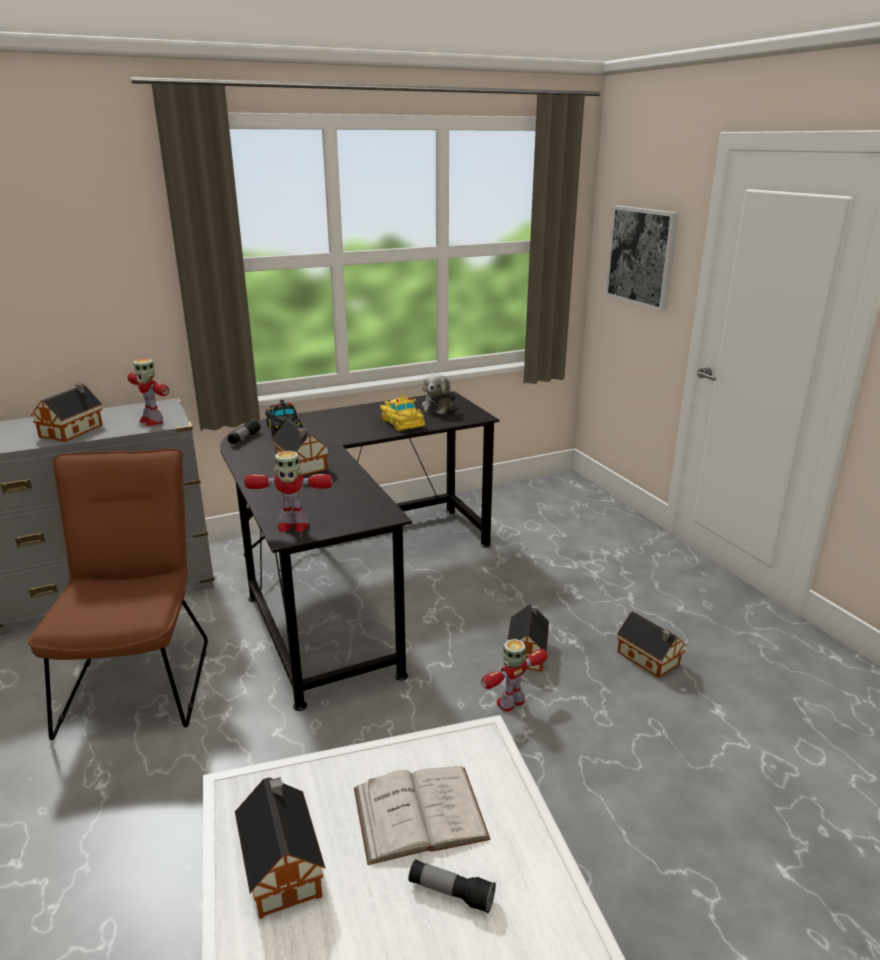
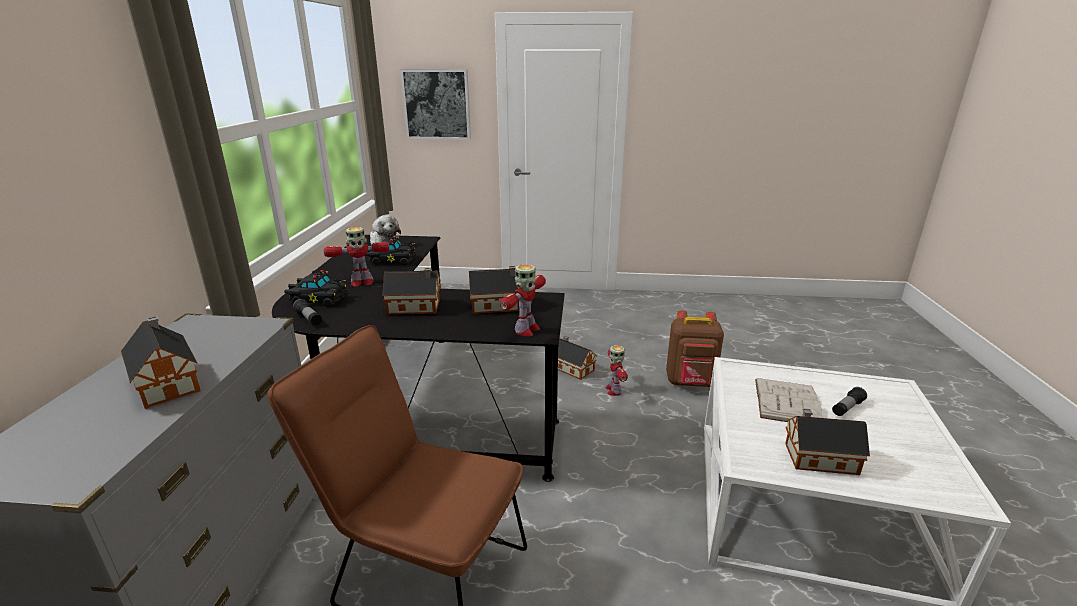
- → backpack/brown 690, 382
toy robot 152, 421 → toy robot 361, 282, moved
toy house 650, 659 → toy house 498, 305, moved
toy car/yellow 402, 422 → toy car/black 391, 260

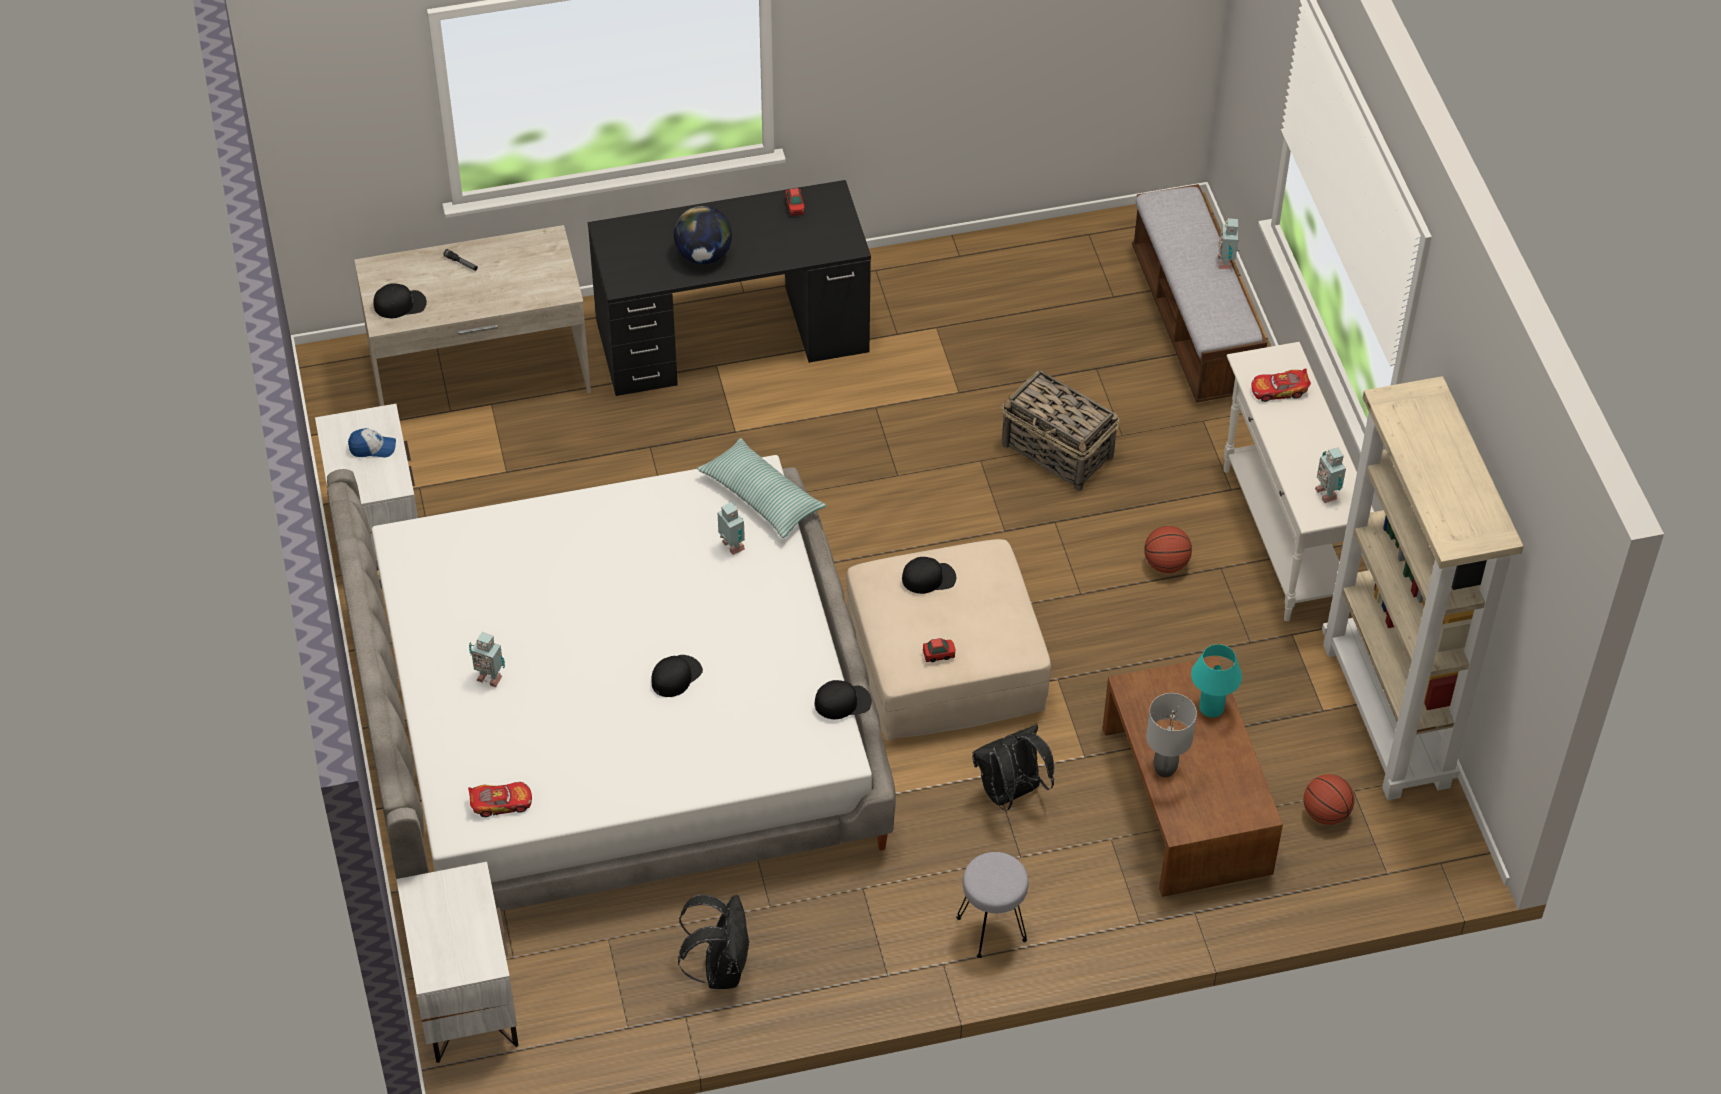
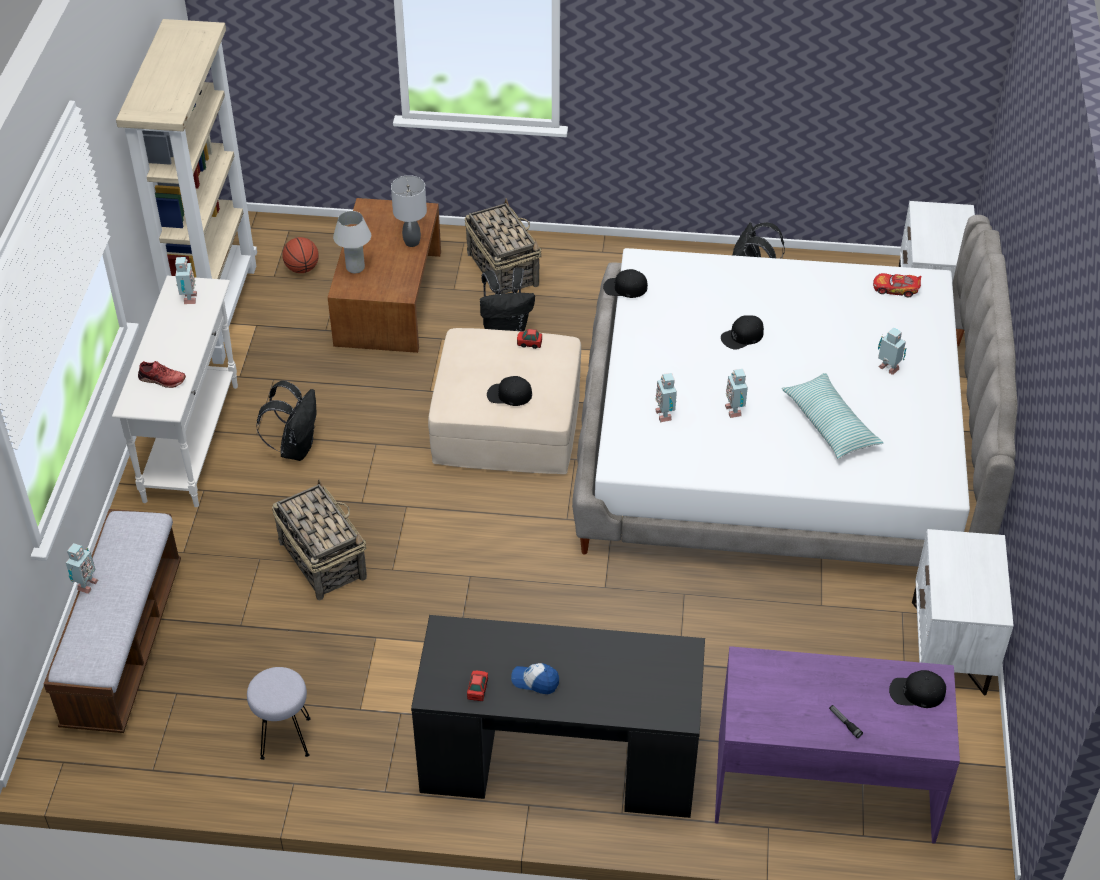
globe 703, 255 → -
- → basket 502, 268
- → toy robot 734, 410
cap 372, 448 → cap 535, 681, moved
pillow 761, 496 → pillow 830, 424, moved
stool/grey 992, 928 → stool/grey 284, 738, moved
basketball 1166, 564 → backpack/black 296, 448
toy car 1279, 390 → shoe/red 161, 380
desk/beige 480, 375 → desk/purple 824, 785
table lamp/turquoise 1211, 708 → table lamp/white 355, 268

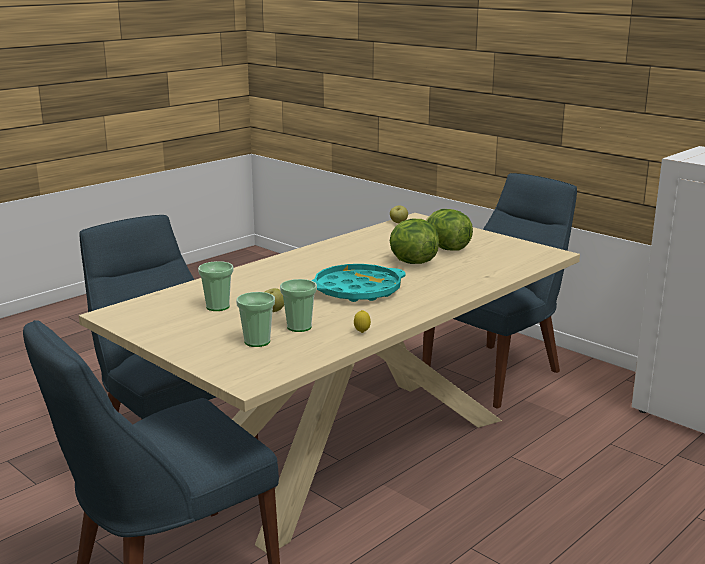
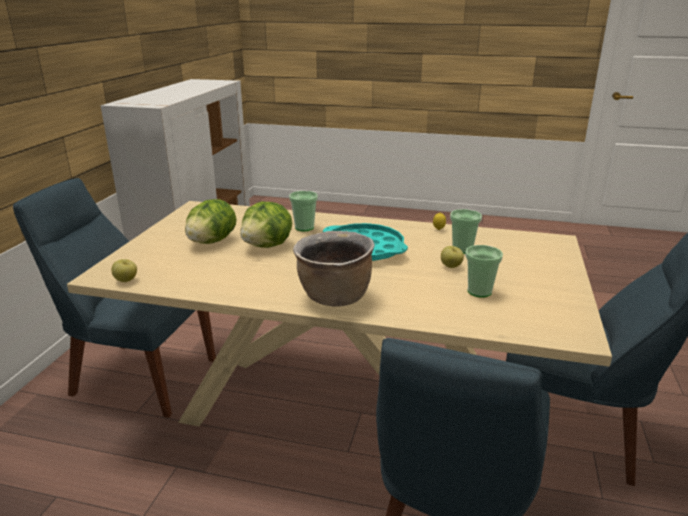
- → cooking pot/brown 334, 297
cup 257, 341 → cup 304, 227, moved

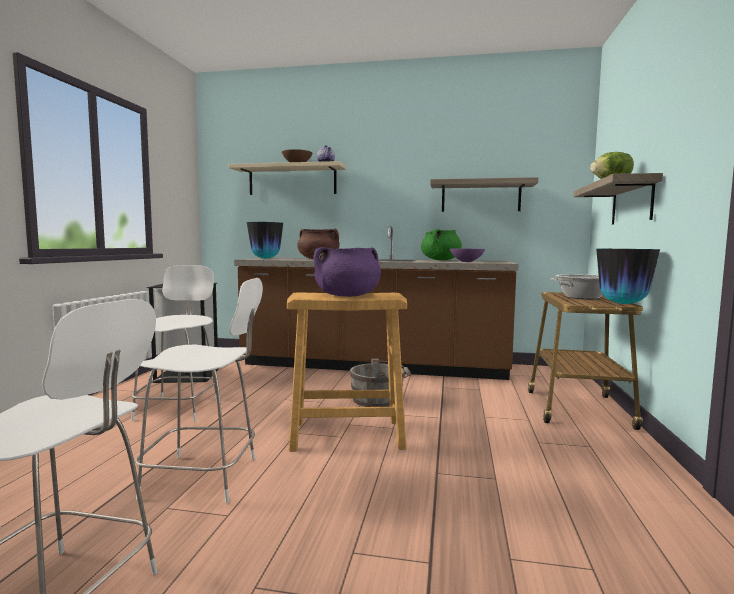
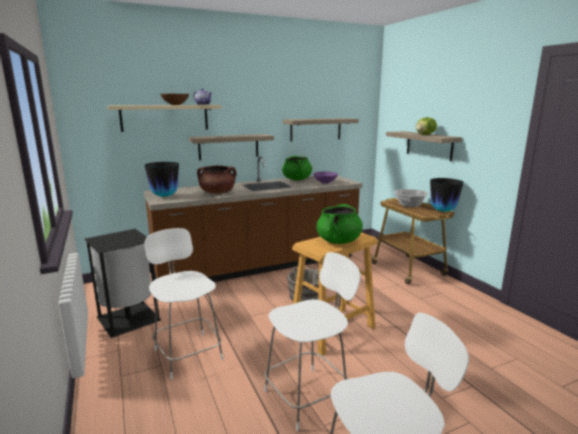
- → shelf 228, 147
cooking pot/purple 347, 296 → cooking pot/green 338, 241

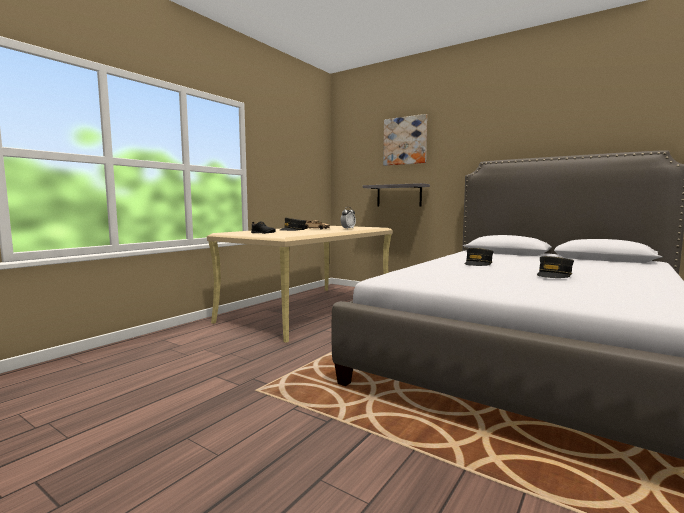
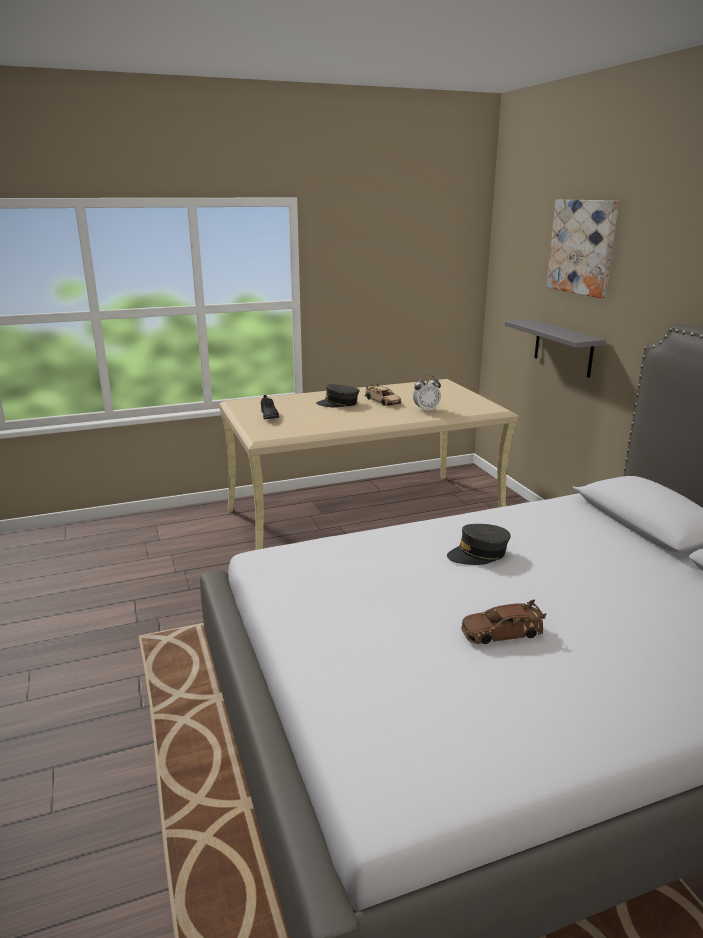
cap/grey 554, 275 → toy car/brown 502, 632

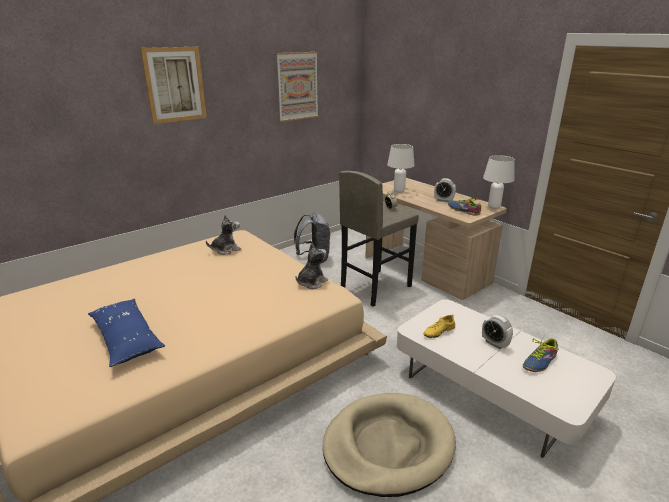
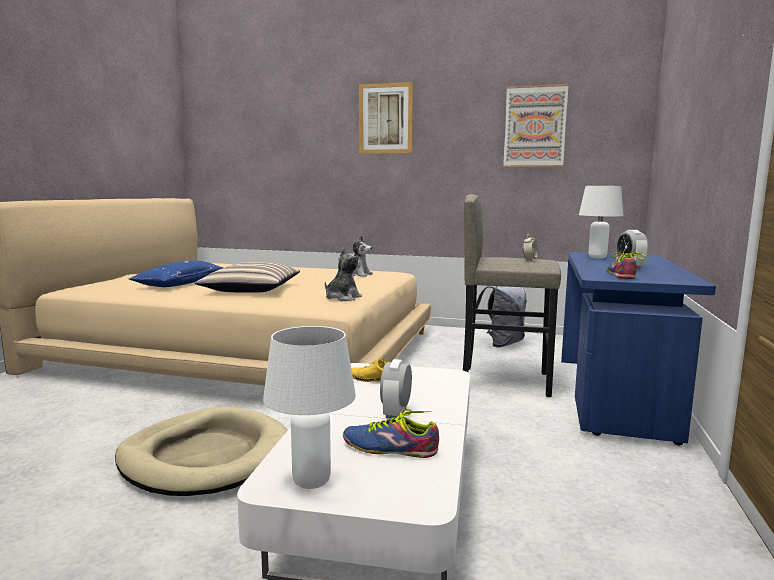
- → pillow 251, 289
table lamp/white 494, 207 → table lamp/white 311, 482, moved
desk/beige 426, 270 → desk/blue 616, 396
plush toy 311, 283 → plush toy 342, 298, 60 degrees counterclockwise

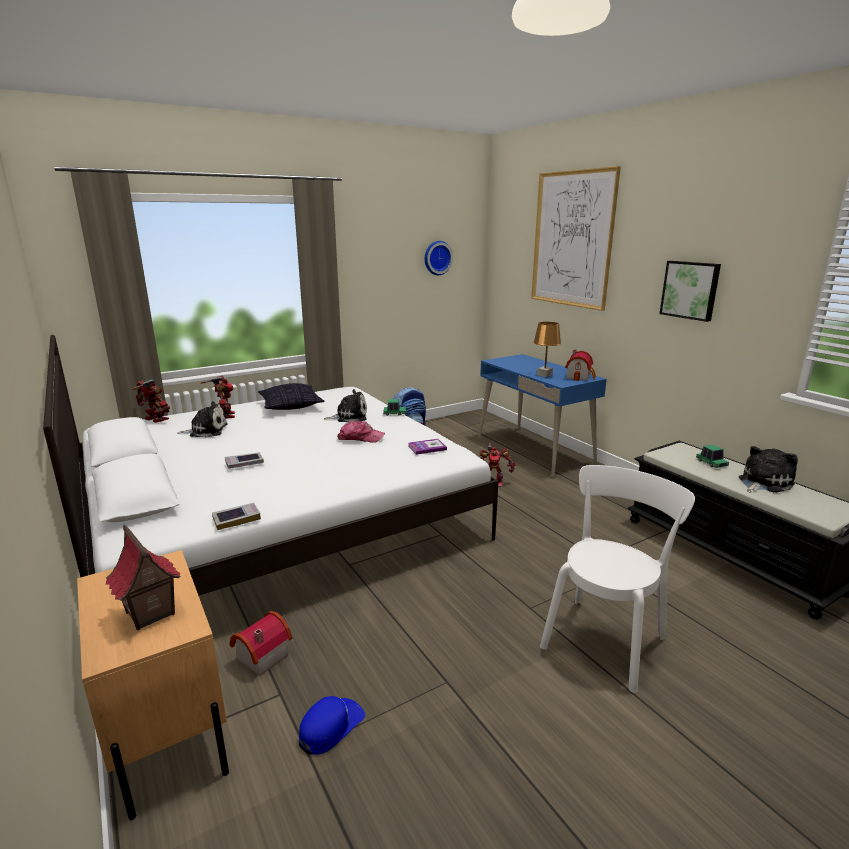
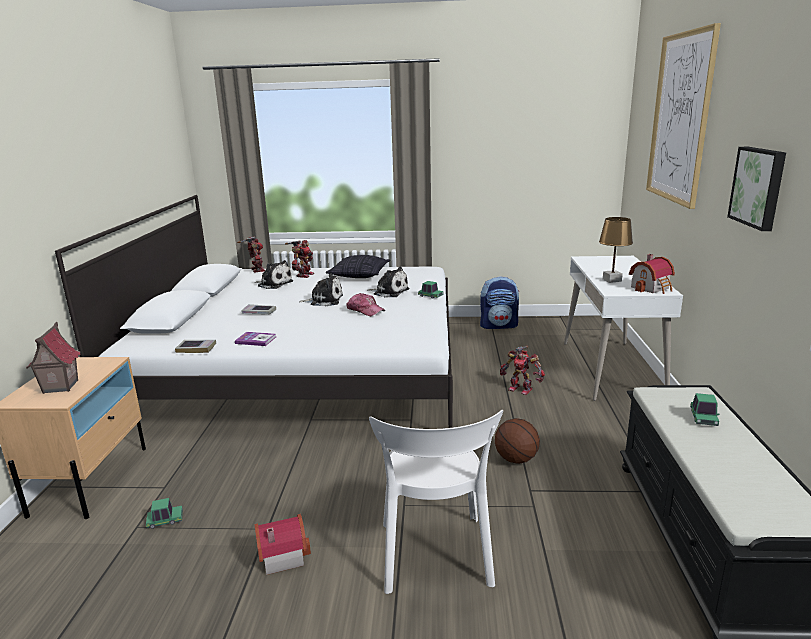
wall clock 437, 258 → -
- → basketball 516, 459
toy house 260, 656 → toy house 281, 555, moved
book 427, 447 → book 256, 340, moved
plush toy 762, 482 → plush toy 324, 300, moved
cap/blue 331, 726 → toy car 165, 520
desk/blue 534, 450 → desk/white 611, 369
chair/white 605, 638 → chair/white 435, 557, 105 degrees clockwise

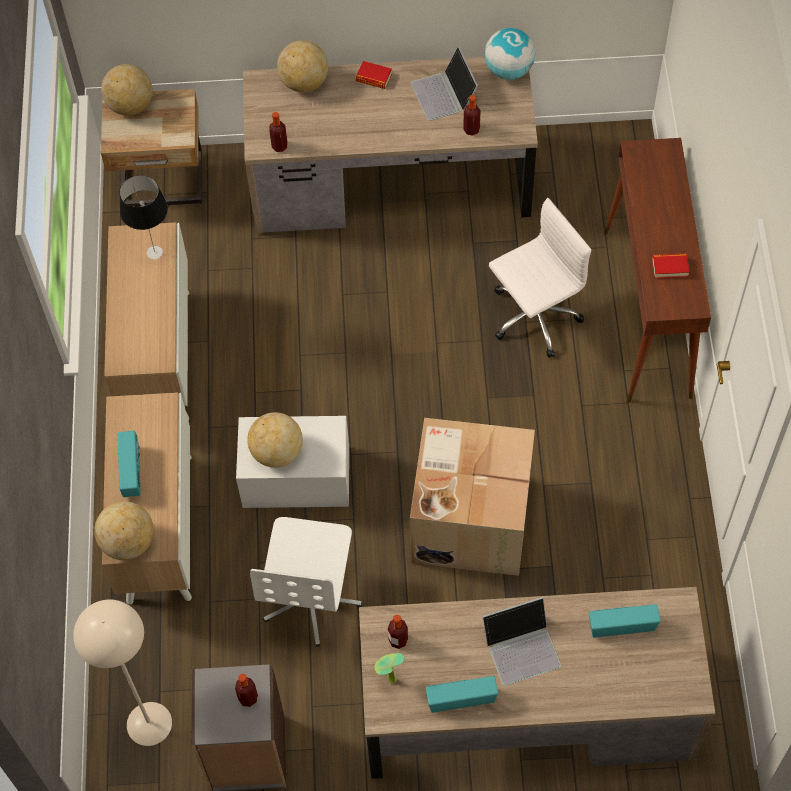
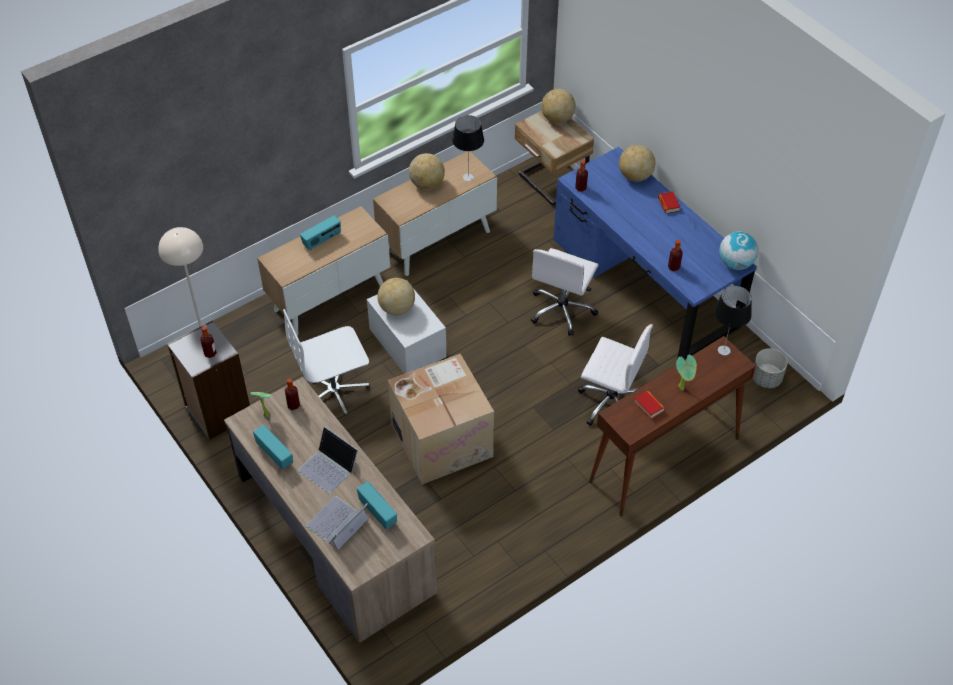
- → office chair/white 562, 310
- → potted plant 683, 387
- → table lamp 723, 350
- → planter/grey 766, 378
globe 128, 542 → globe 427, 184, moved
laptop 444, 94 → laptop 337, 523, moved
desk/brown 391, 182 → desk/blue 645, 283

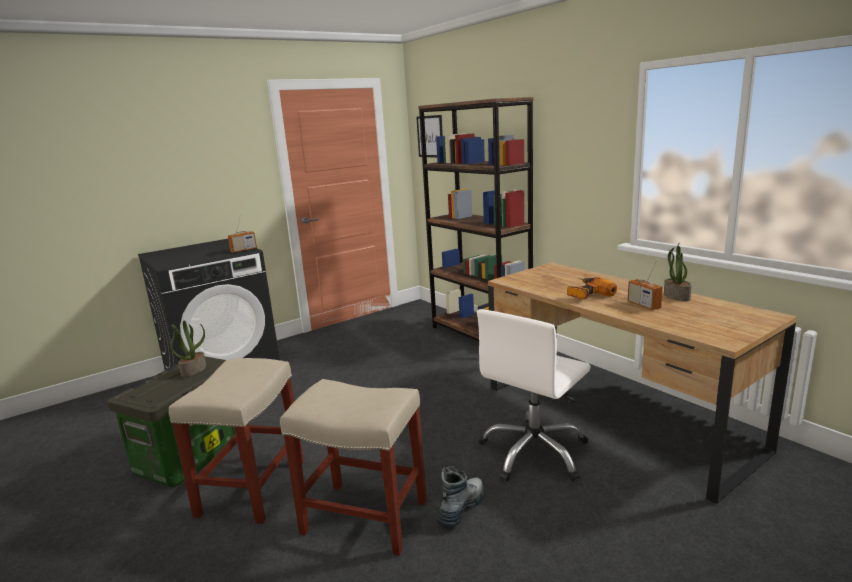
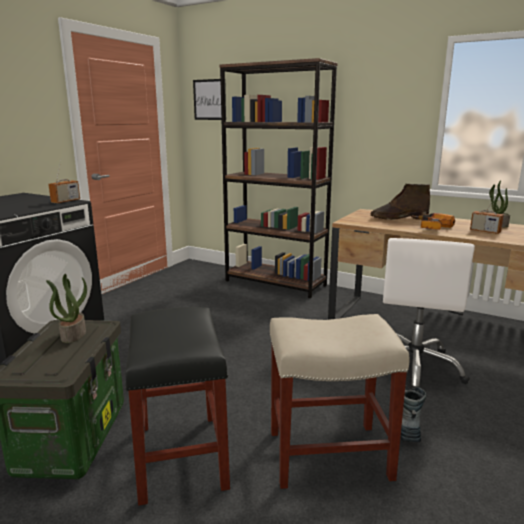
- → boot/brown 398, 218
stool/beige 252, 486 → stool/black 180, 454

